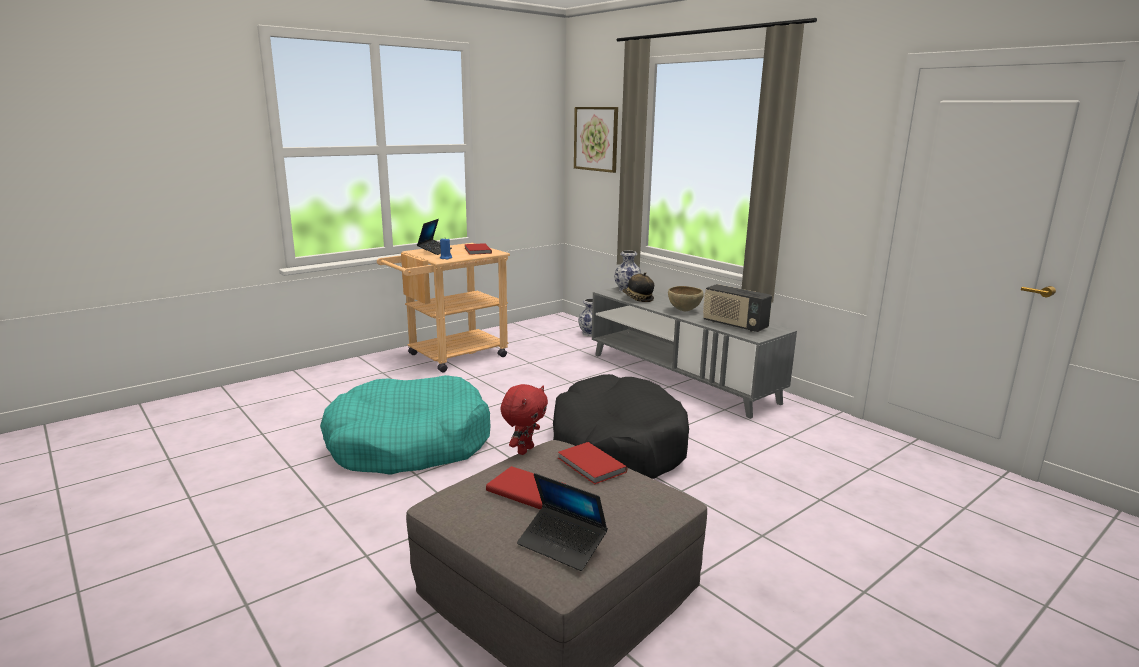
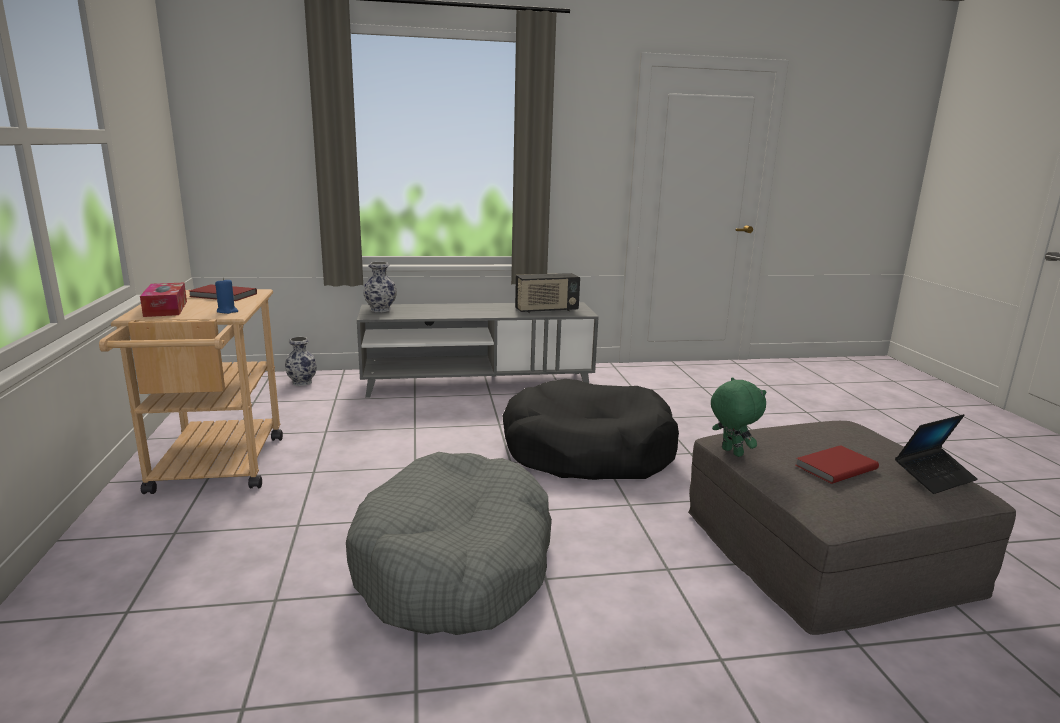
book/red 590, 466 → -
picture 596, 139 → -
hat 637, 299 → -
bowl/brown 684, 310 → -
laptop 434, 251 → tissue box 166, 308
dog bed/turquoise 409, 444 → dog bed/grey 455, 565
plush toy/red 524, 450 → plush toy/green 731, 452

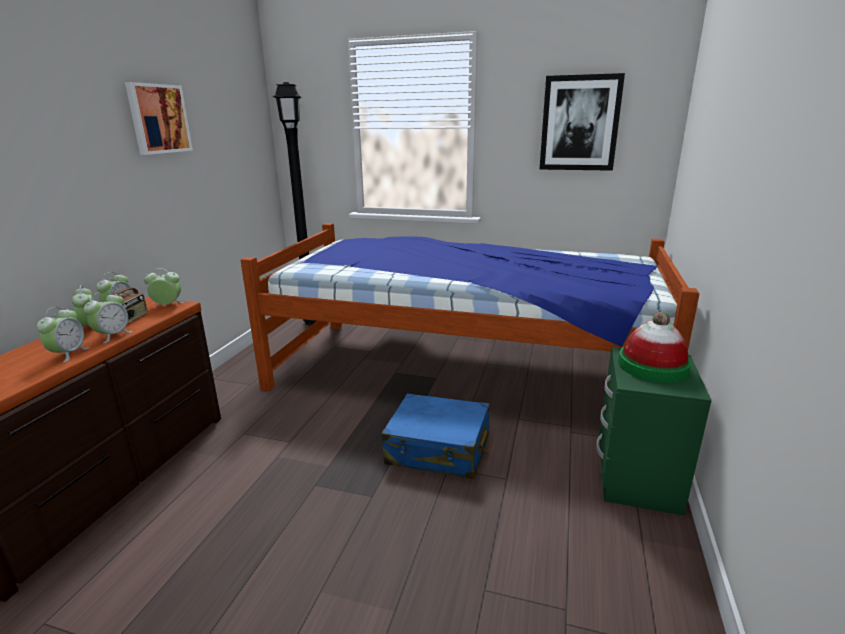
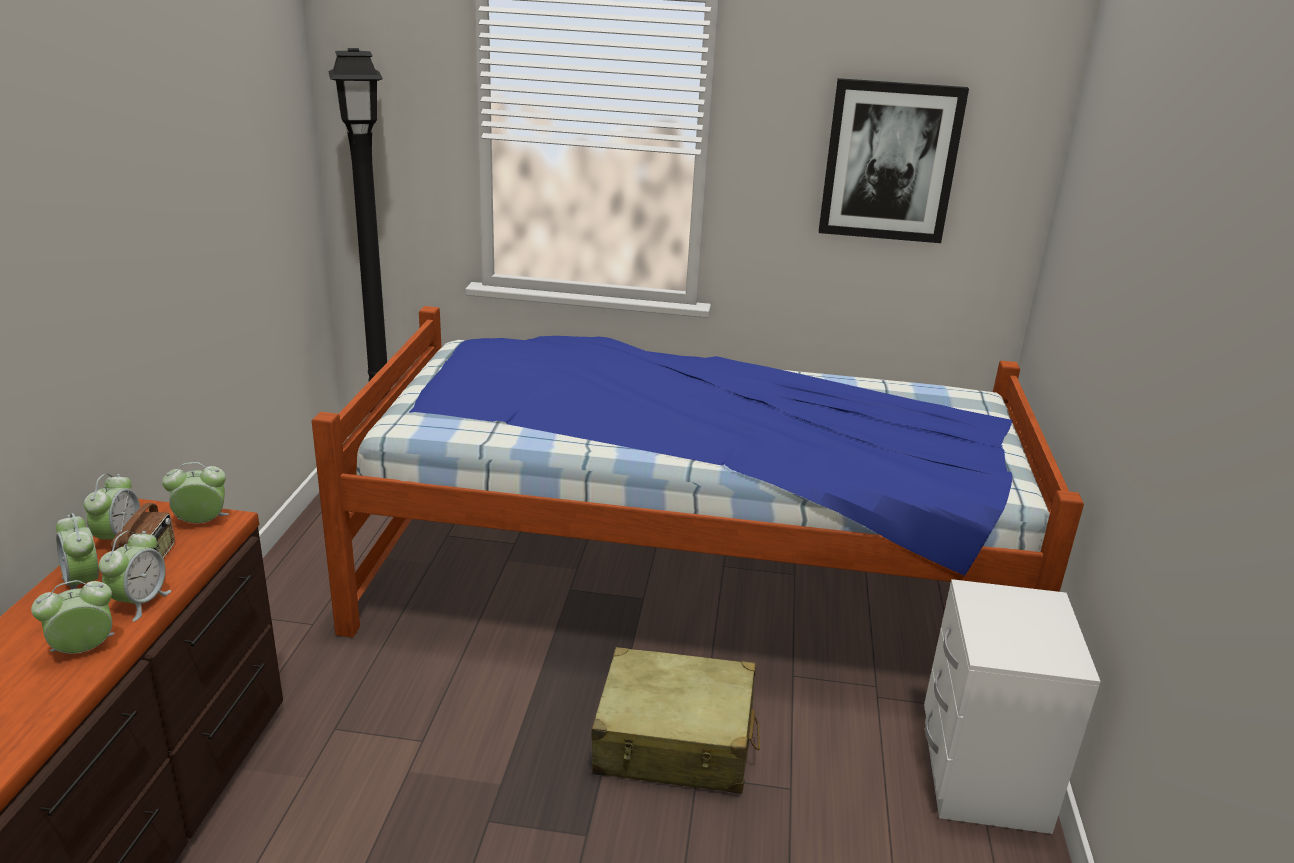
picture 158, 119 → -
hat 652, 366 → -
suitcase/blue 438, 449 → suitcase/beige 675, 741
nightstand/green 637, 478 → nightstand/white 983, 775
alarm clock 68, 354 → alarm clock 84, 650, 120 degrees counterclockwise

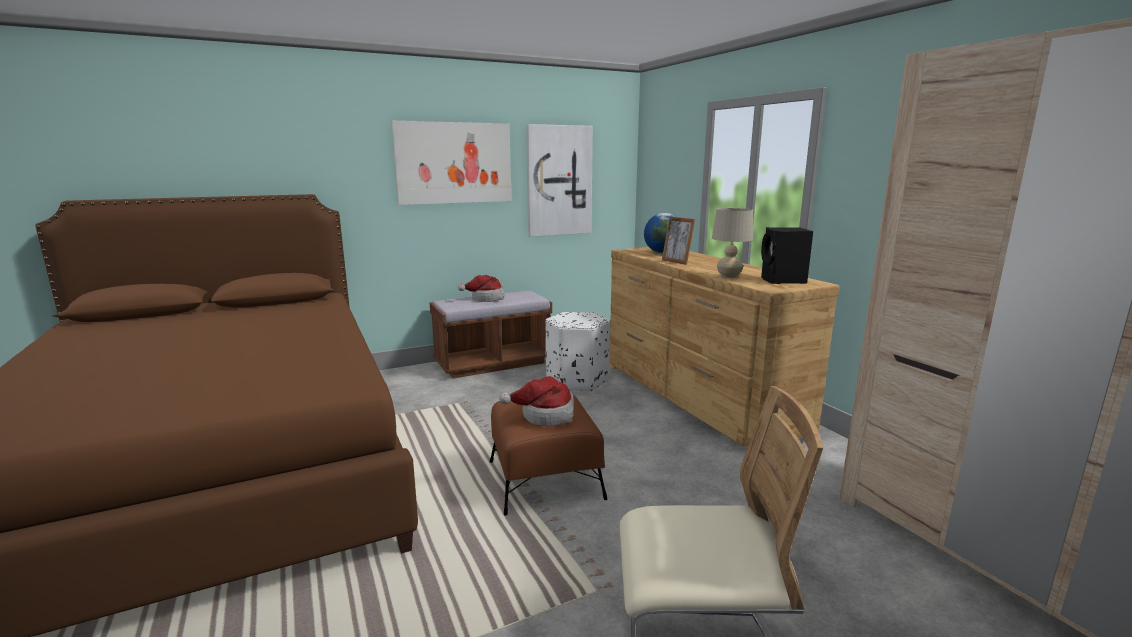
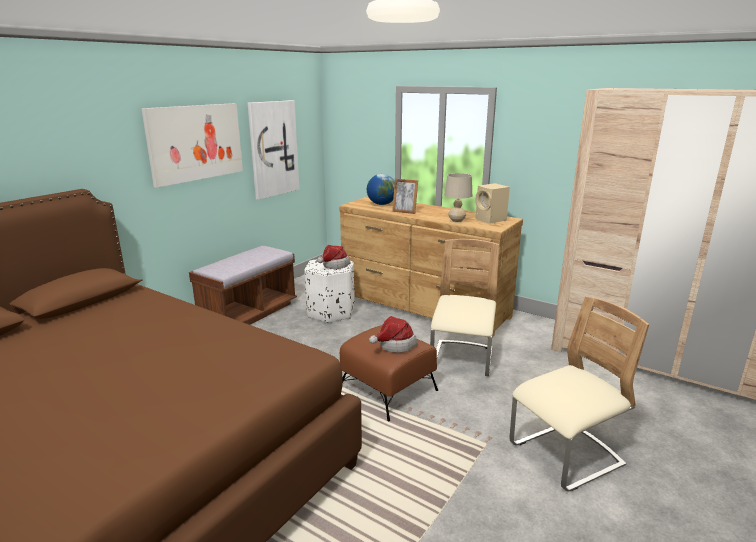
- → chair/beige 462, 360
hat 486, 298 → hat 333, 265, moved
speaker/black 783, 281 → speaker/beige 491, 220

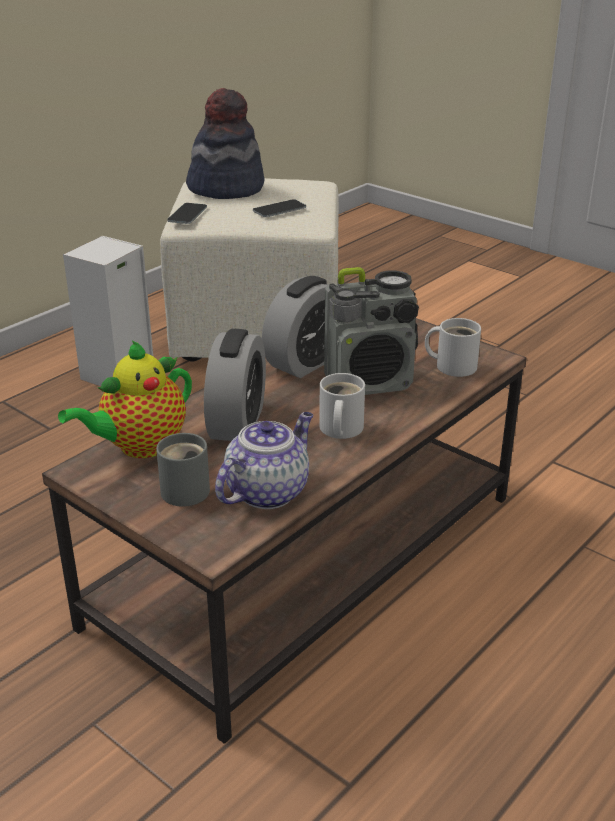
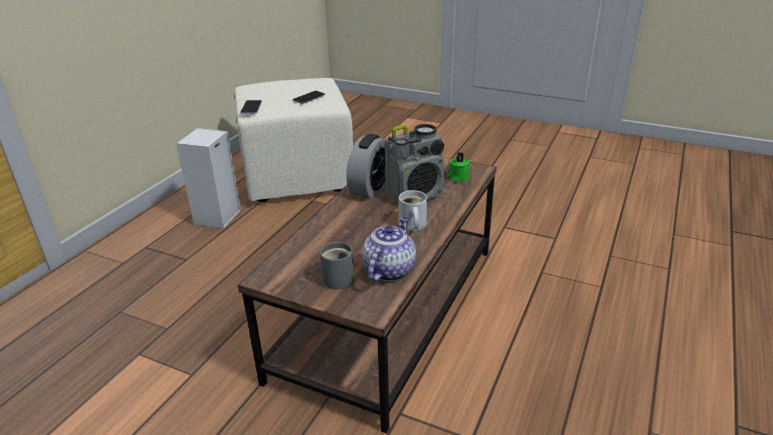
teapot 139, 447 → -
hat 226, 188 → -
alarm clock 237, 423 → -
mug/white 453, 365 → candle/green 458, 177

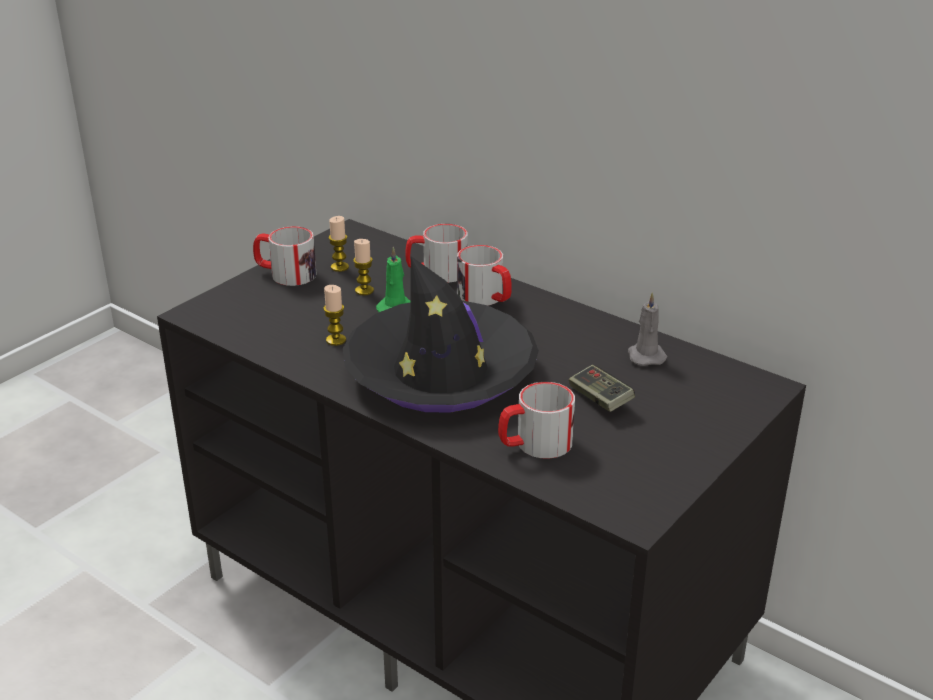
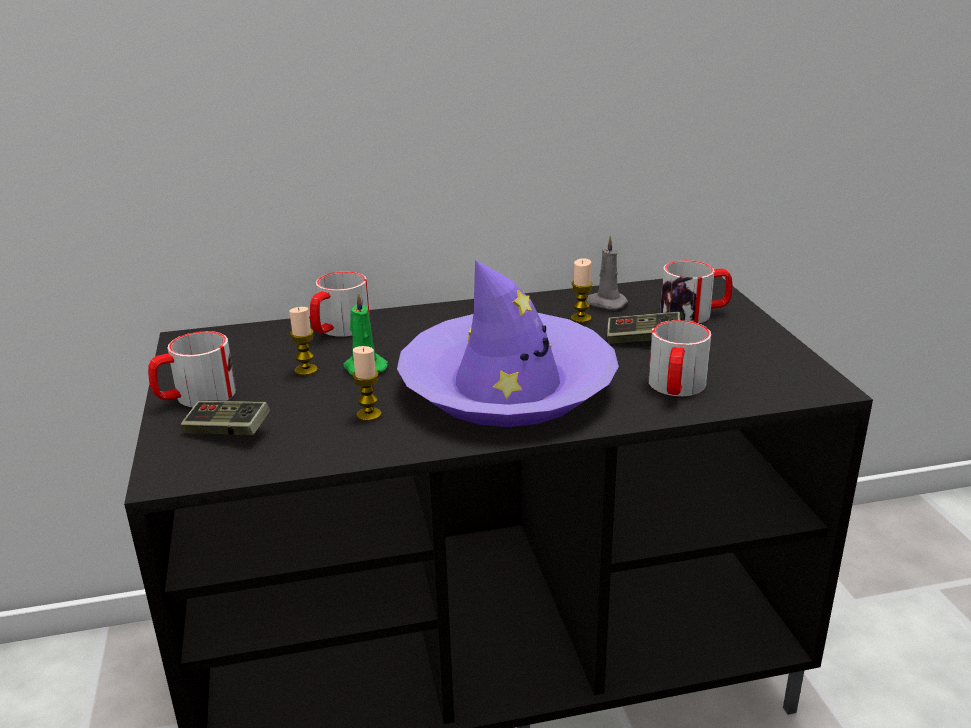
- → game controller 227, 431
candle 339, 267 → candle 581, 318, moved
mug 486, 298 → mug 694, 313, moved
hat/black 441, 372 → hat/purple 507, 386

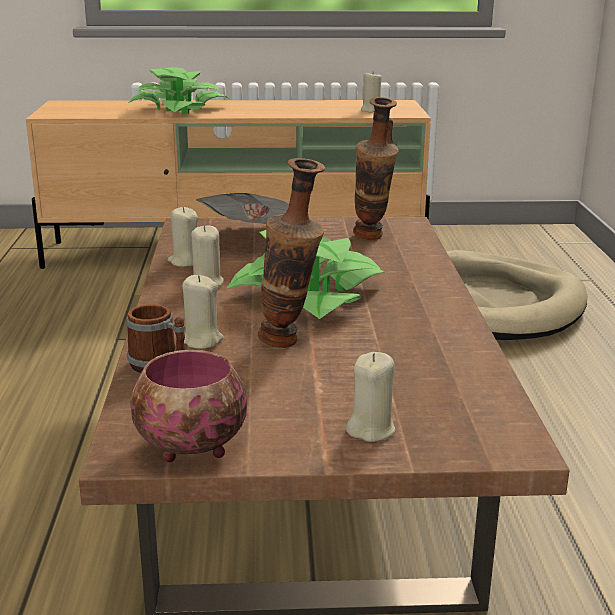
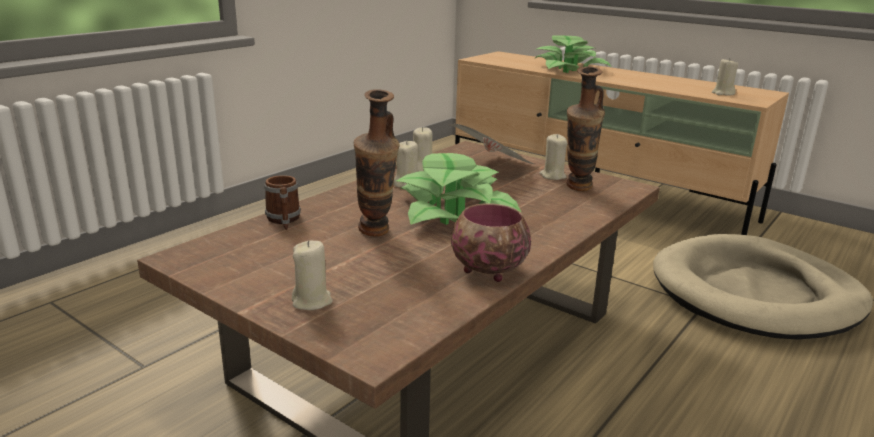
bowl 190, 448 → bowl 487, 270, moved
candle/beige 201, 340 → candle/beige 552, 176, moved

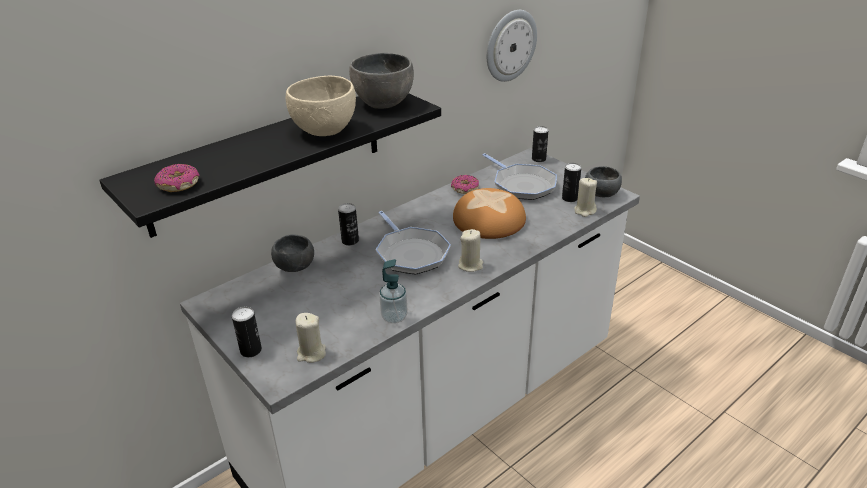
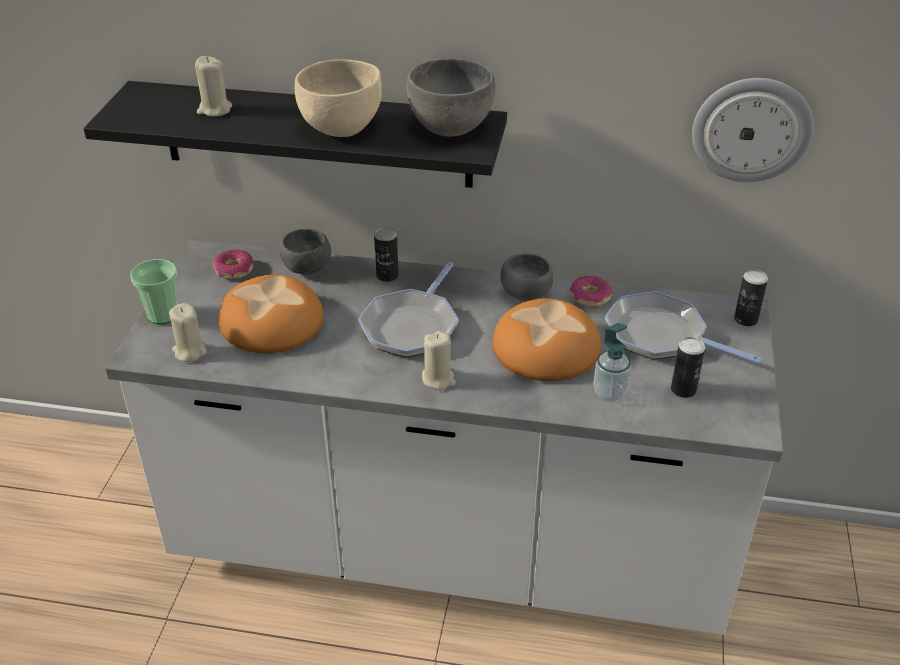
- → bread 272, 322
donut 179, 185 → donut 234, 270, moved
soap dispenser 394, 317 → soap dispenser 609, 393, moved
candle/beige 584, 211 → candle/beige 214, 110, moved
bowl/grey 602, 194 → bowl/grey 525, 294, moved
can 251, 350 → cup 163, 315
frying pan 522, 185 → frying pan 660, 335, 105 degrees clockwise

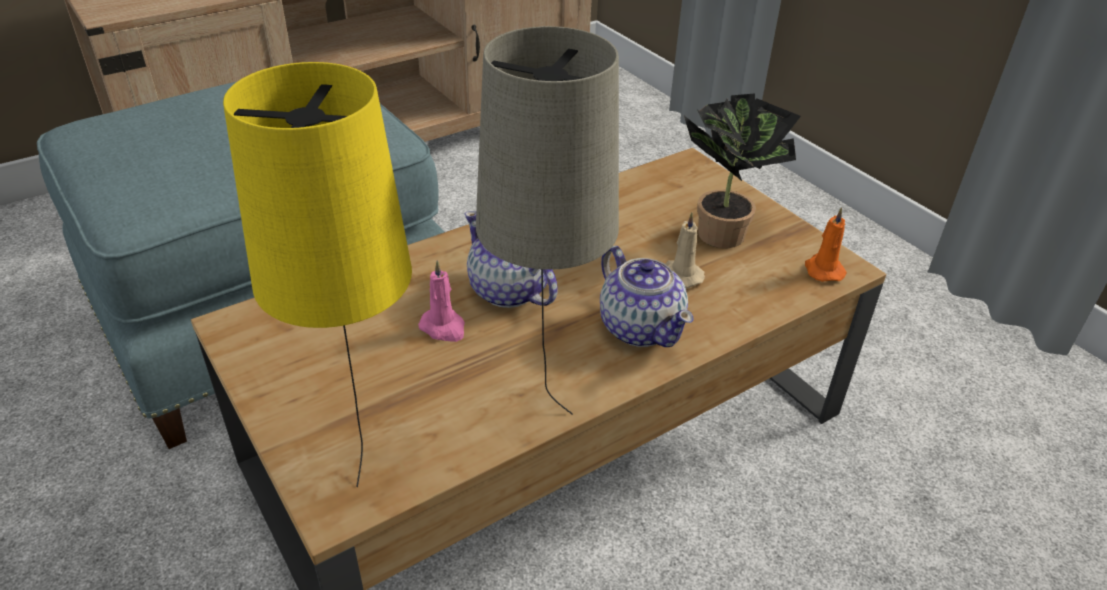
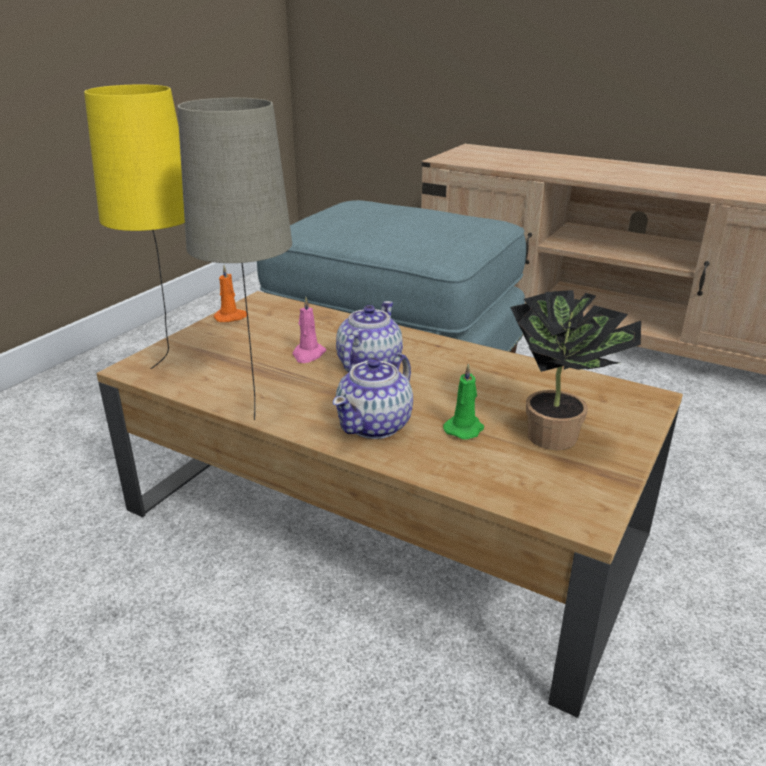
candle/orange 823, 269 → candle/orange 231, 317, moved
candle/beige 681, 275 → candle/green 464, 428

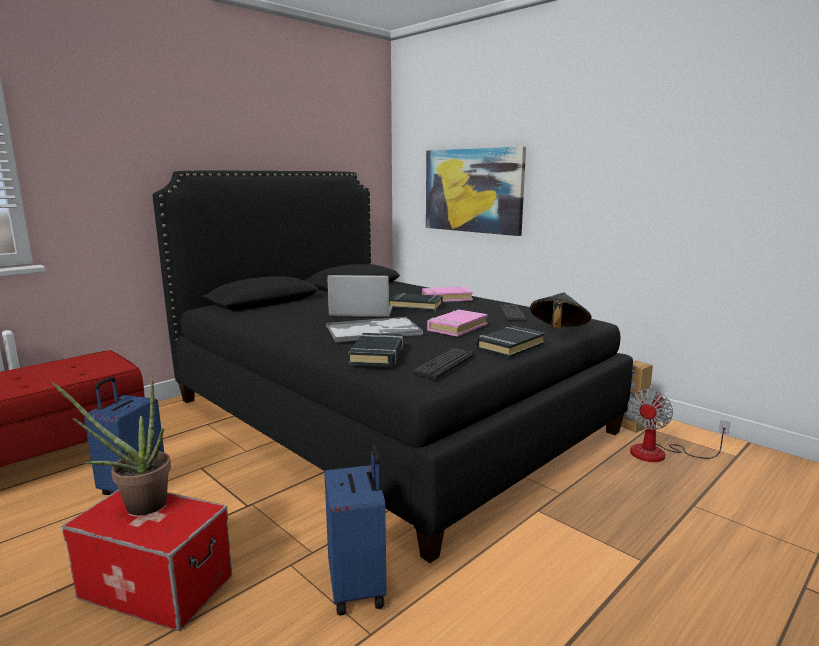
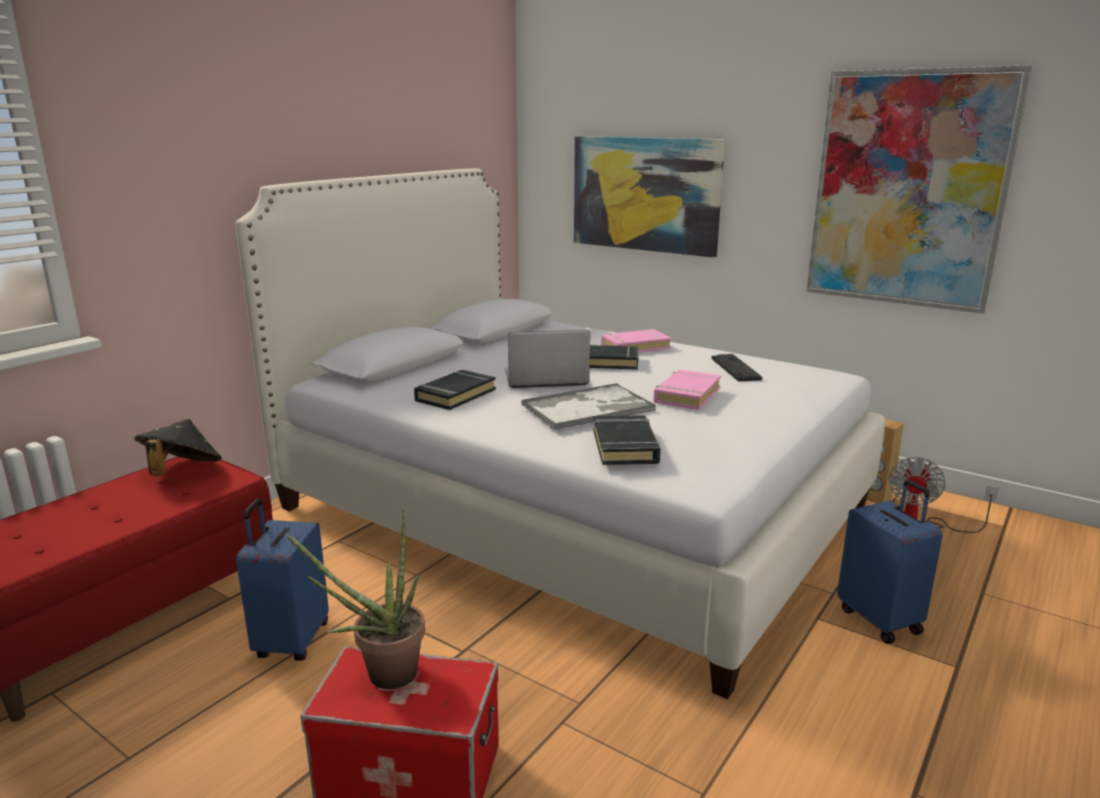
keyboard 445, 364 → -
- → picture 908, 190
suitcase/blue 358, 587 → suitcase/blue 880, 620, moved
book/black 509, 346 → book/black 455, 395, moved
hat/black 558, 331 → hat/black 182, 472, moved
bed/black 384, 415 → bed/white 570, 507

